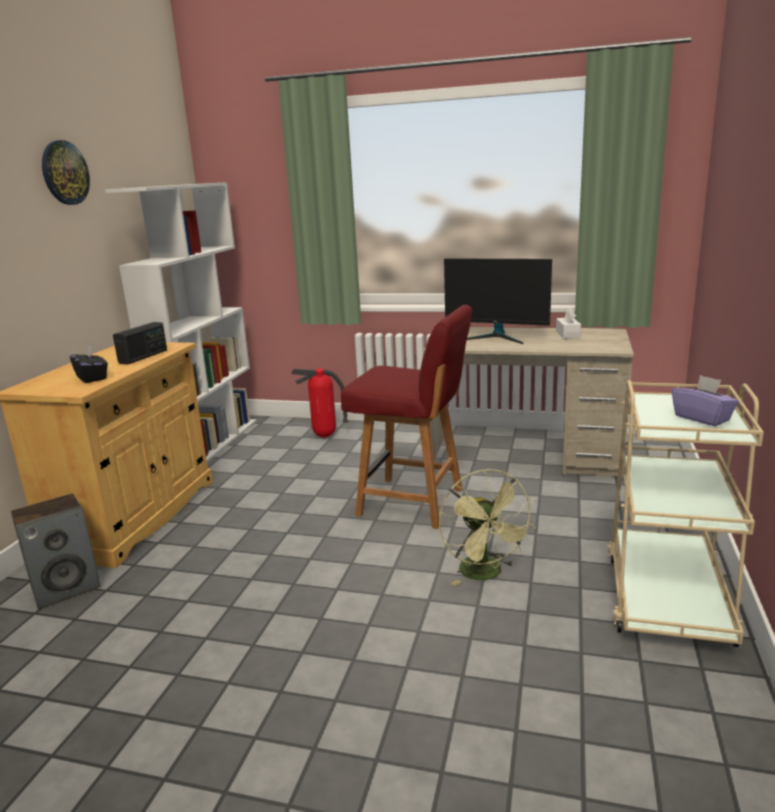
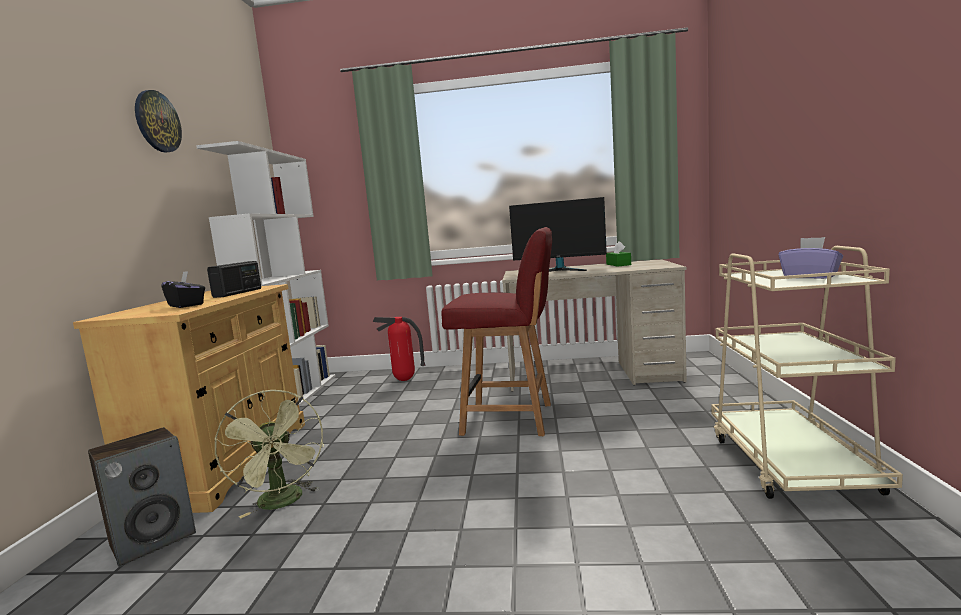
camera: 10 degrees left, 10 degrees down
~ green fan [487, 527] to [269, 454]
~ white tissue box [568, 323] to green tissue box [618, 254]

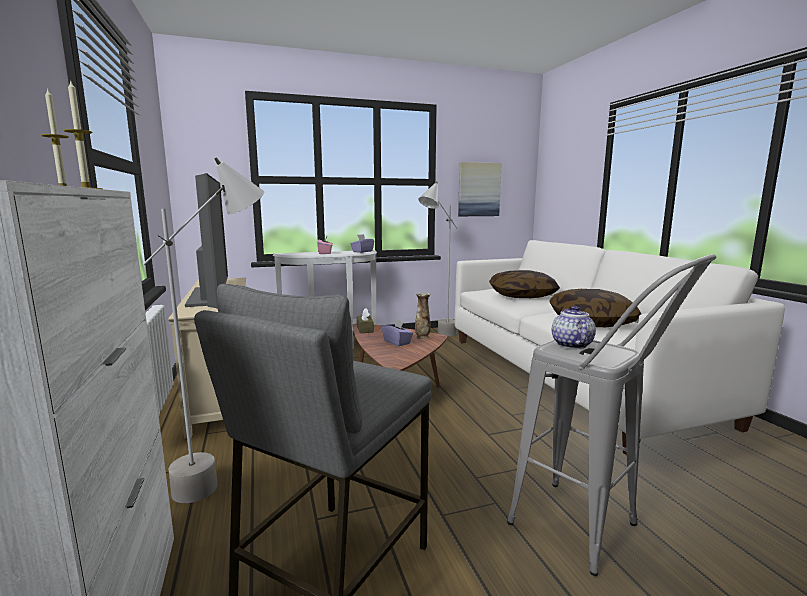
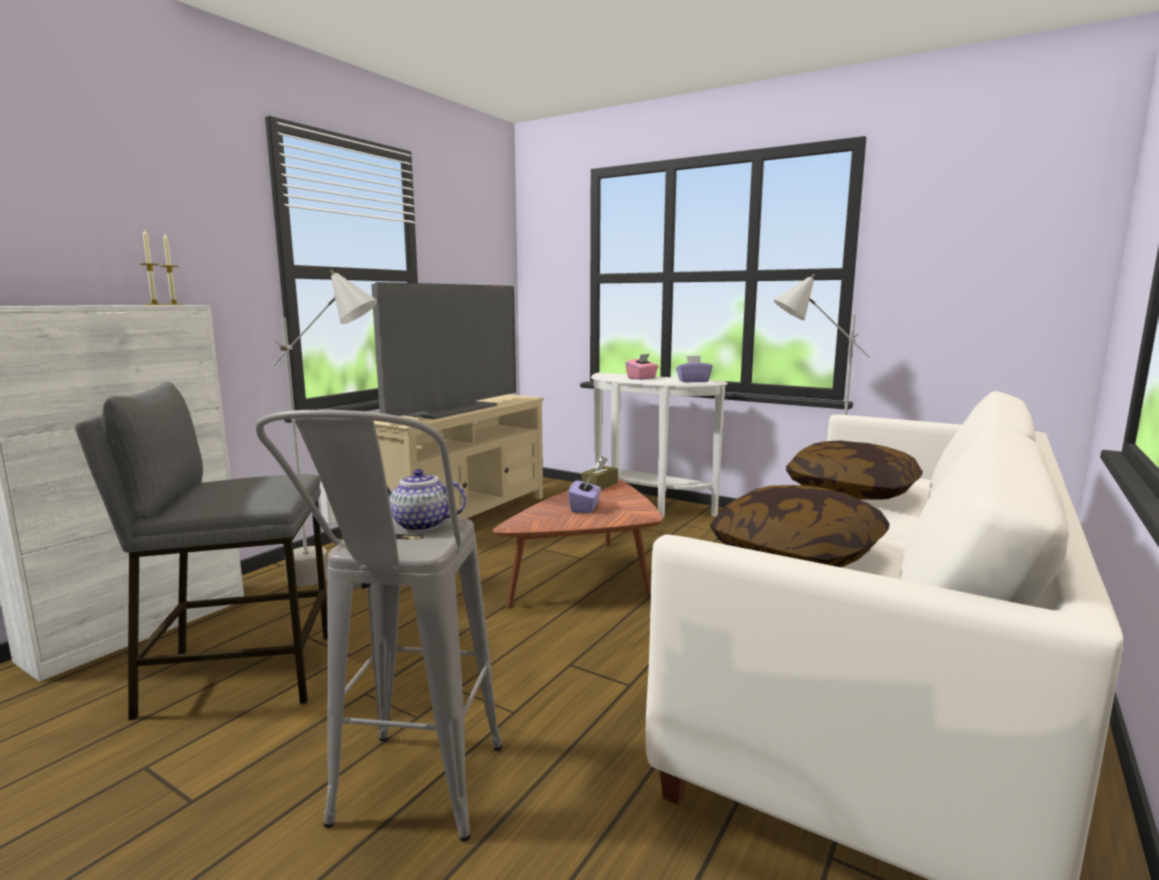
camera: 50 degrees right, 0 degrees up
- vase [423, 316]
- picture [480, 189]
~ teapot [574, 327] = [426, 500] 135 degrees counterclockwise

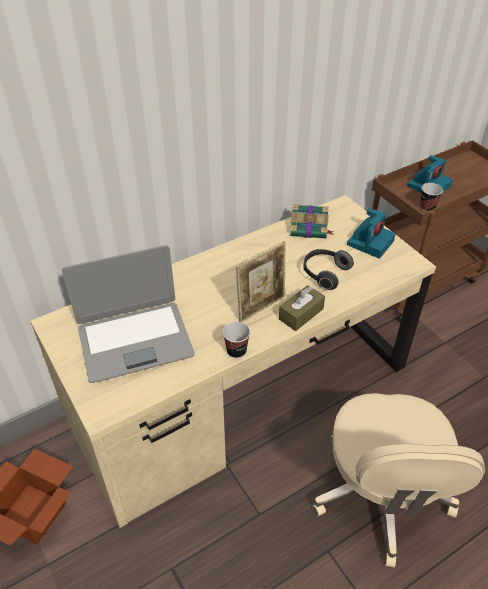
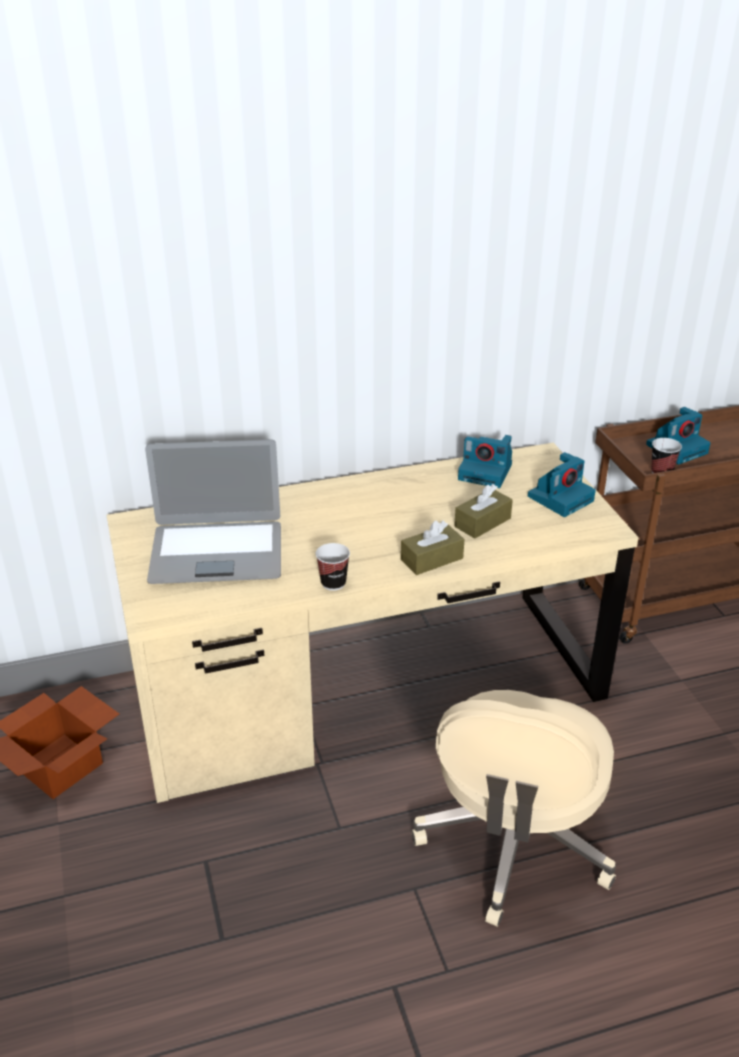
camera: 15 degrees right, 10 degrees down
- picture frame [261, 281]
~ book [312, 221] to photo camera [485, 461]
~ headphones [328, 269] to brown tissue box [483, 511]

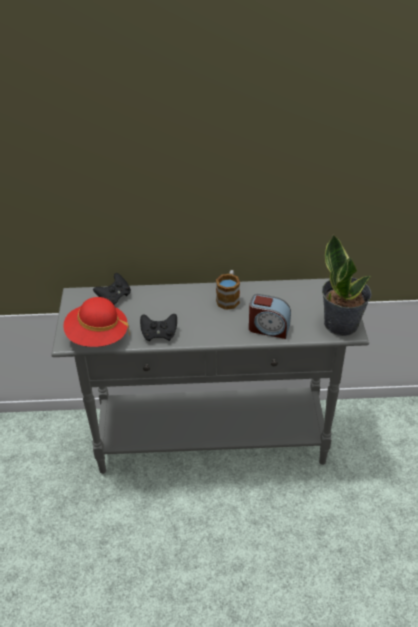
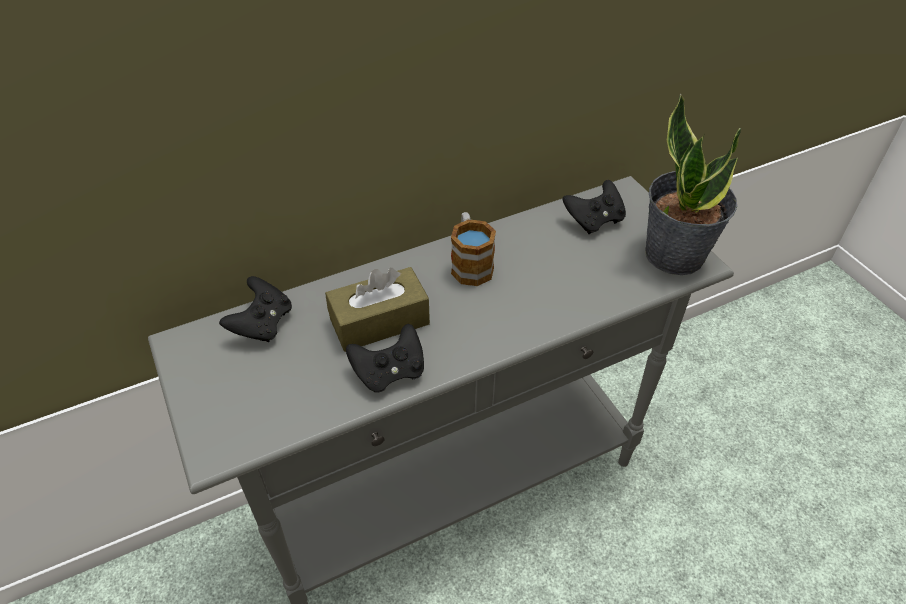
camera: 25 degrees left, 5 degrees up
- red hat [96, 322]
- alarm clock [270, 316]
+ brown tissue box [377, 309]
+ black game controller [594, 207]

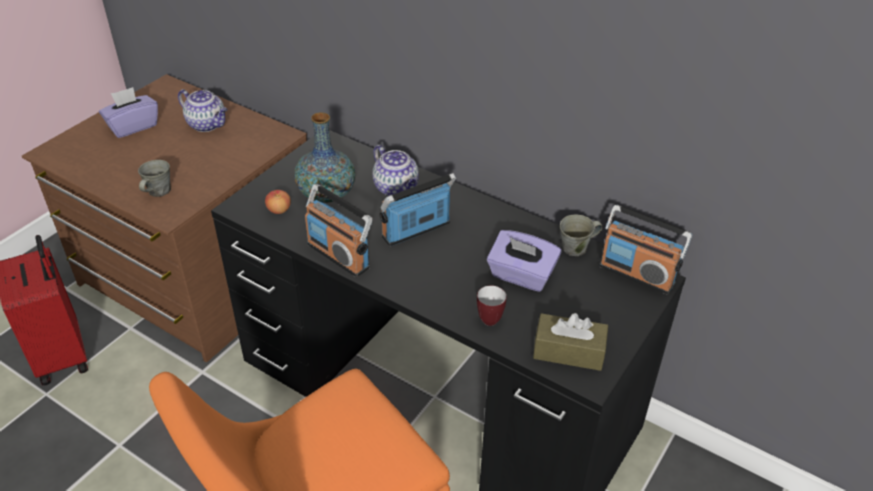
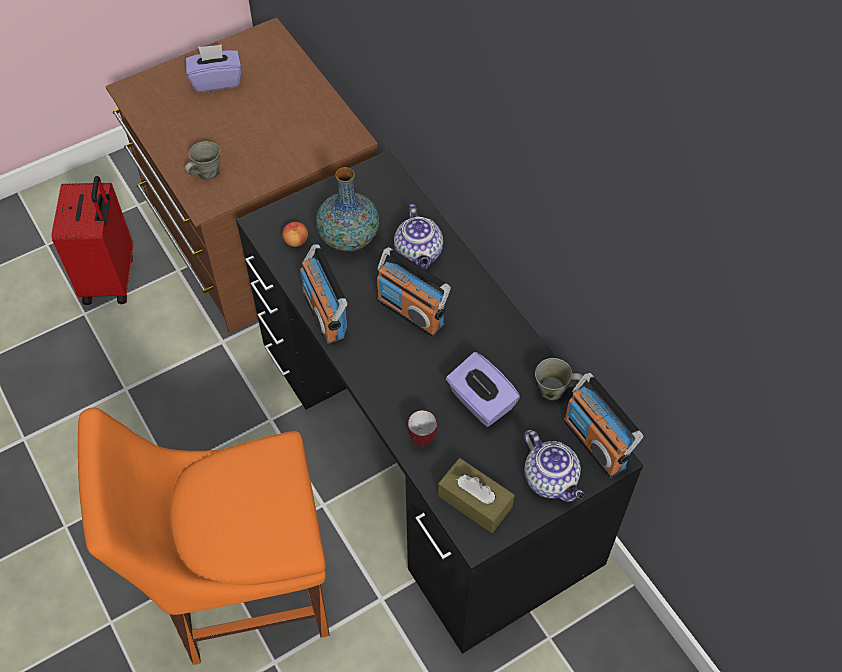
camera: 25 degrees right, 15 degrees up
~ teapot [203, 110] to [554, 466]
~ radio [418, 209] = [414, 292] 135 degrees counterclockwise

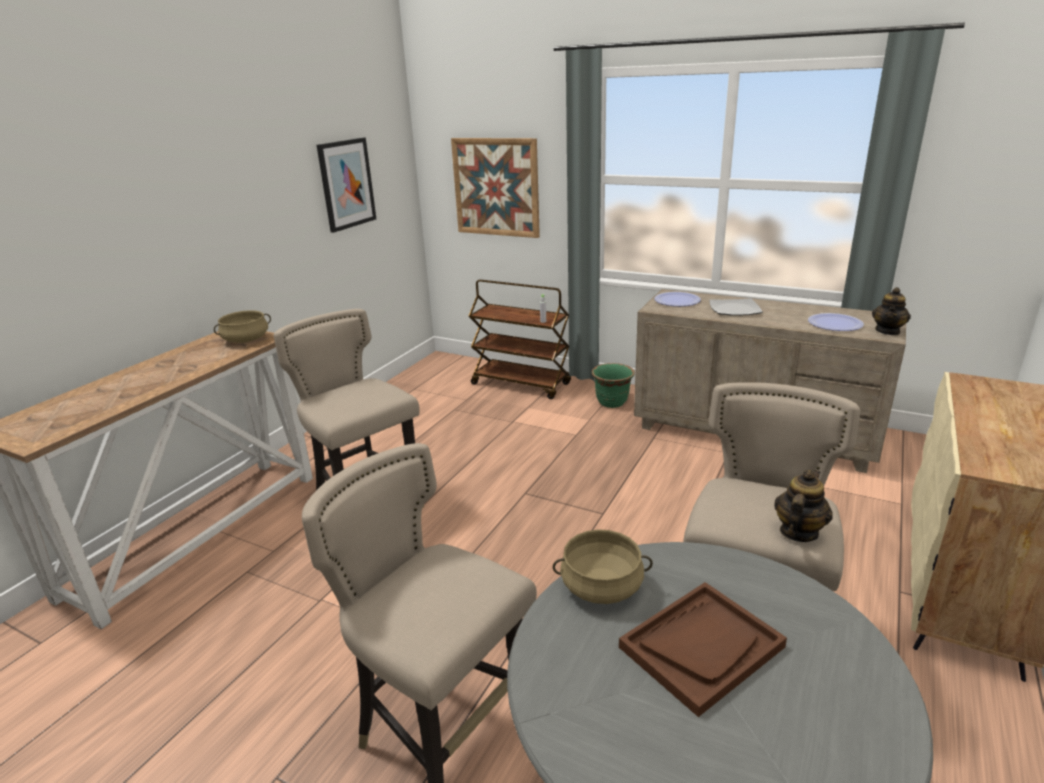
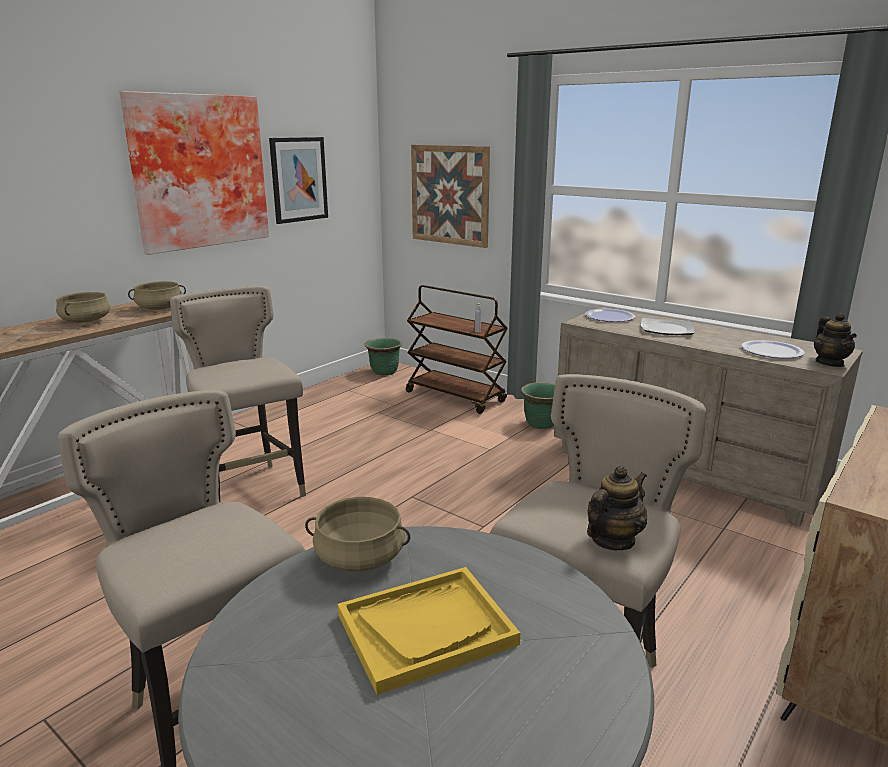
camera: 10 degrees right, 5 degrees down
~ brown tray [703, 649] to yellow tray [429, 631]
~ teapot [891, 311] = [835, 340] 45 degrees counterclockwise
+ beige cooking pot [83, 307]
+ picture [194, 173]
+ green planter [383, 356]

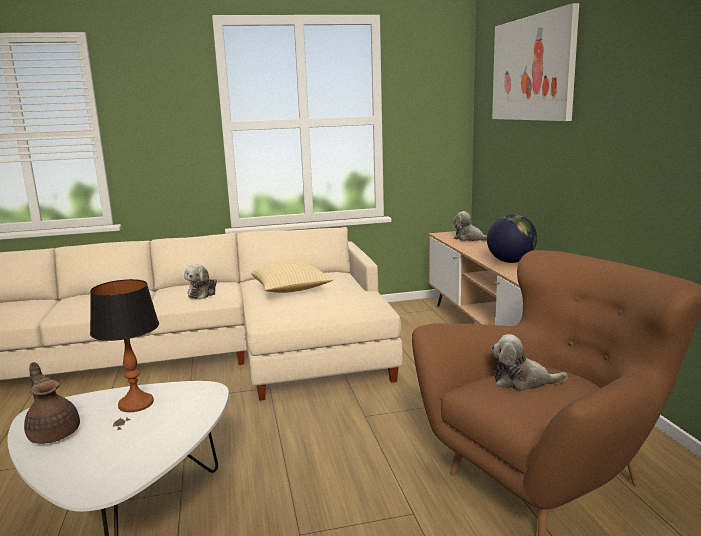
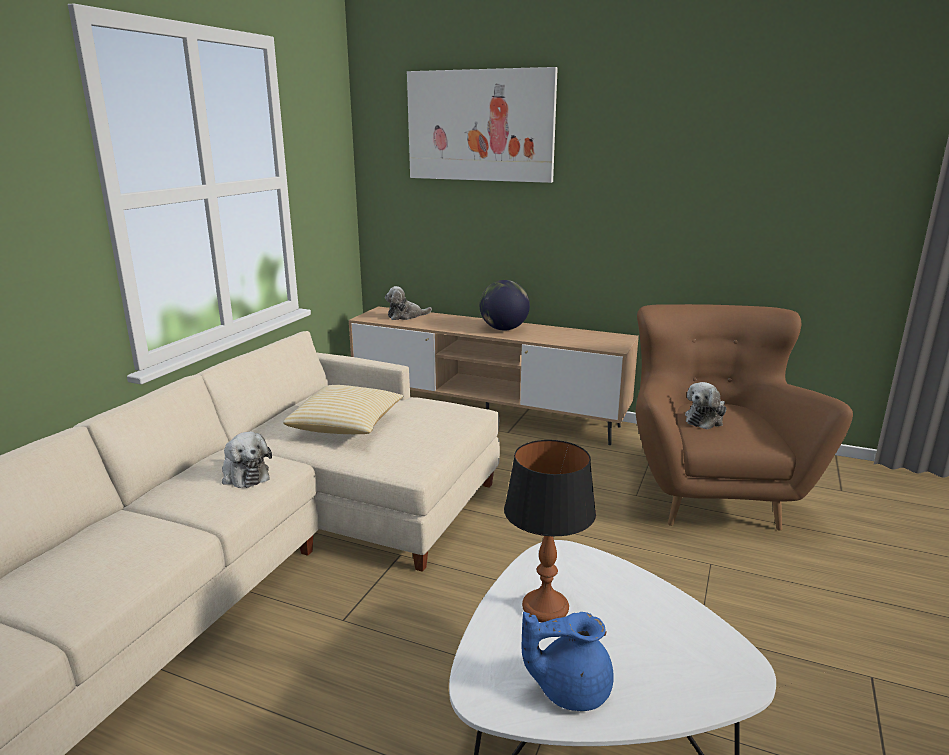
camera: 55 degrees left, 5 degrees up
~ brown teapot [52, 403] to blue teapot [568, 661]

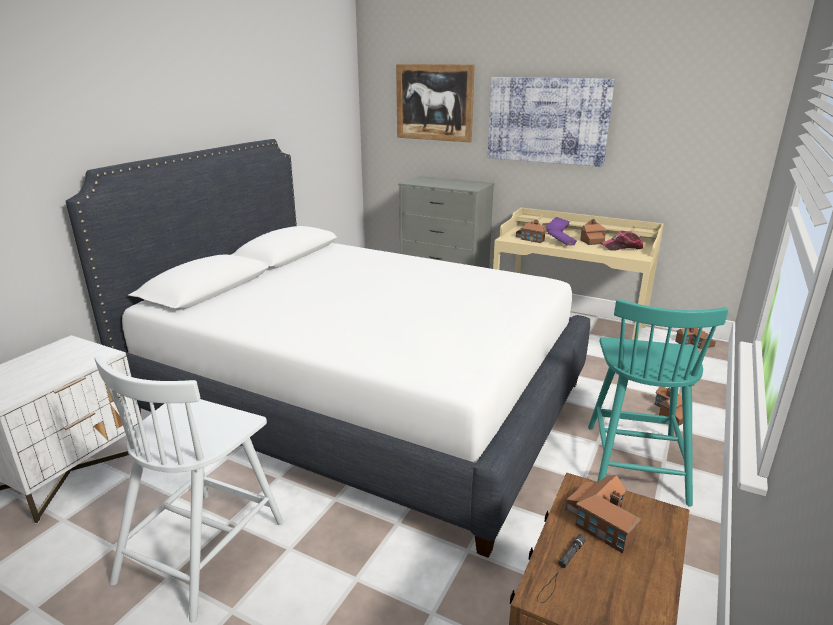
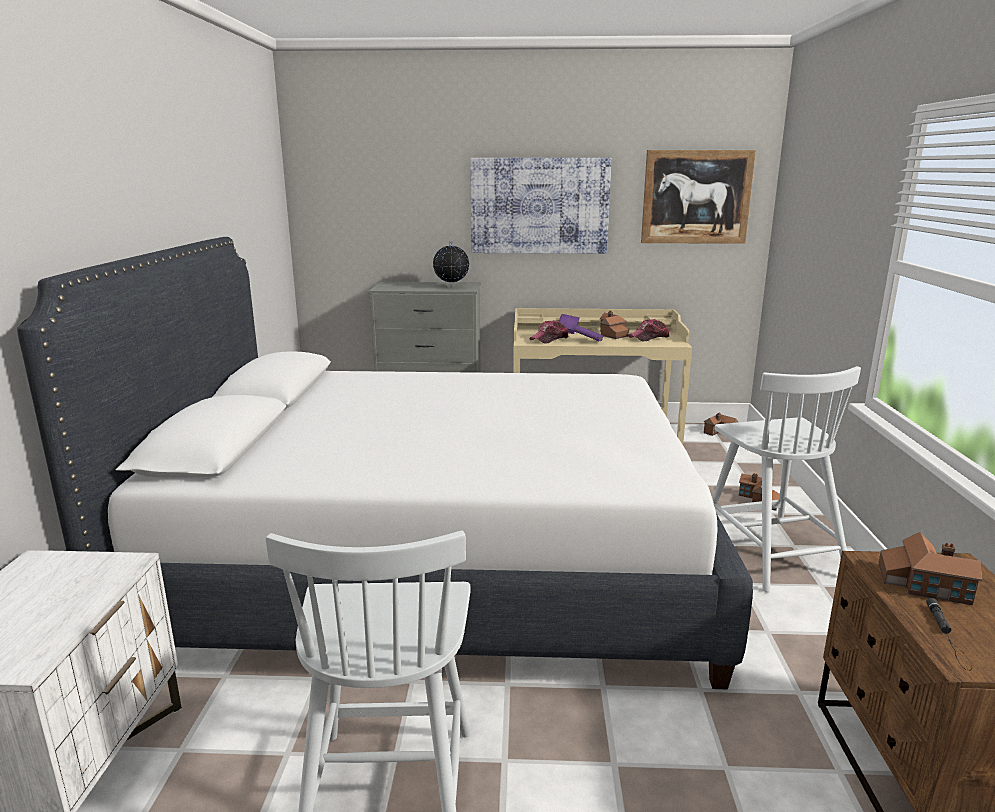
camera: 25 degrees left, 5 degrees down
~ picture [435, 103] to [698, 197]
~ toy house [531, 231] to cap [549, 332]
~ turquoise chair [658, 403] to white chair [786, 479]
+ globe [451, 264]

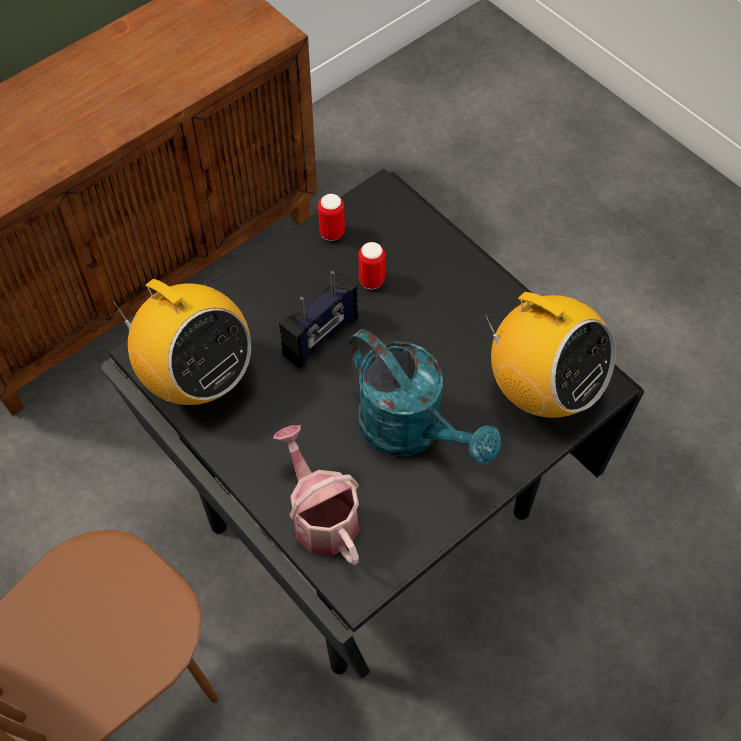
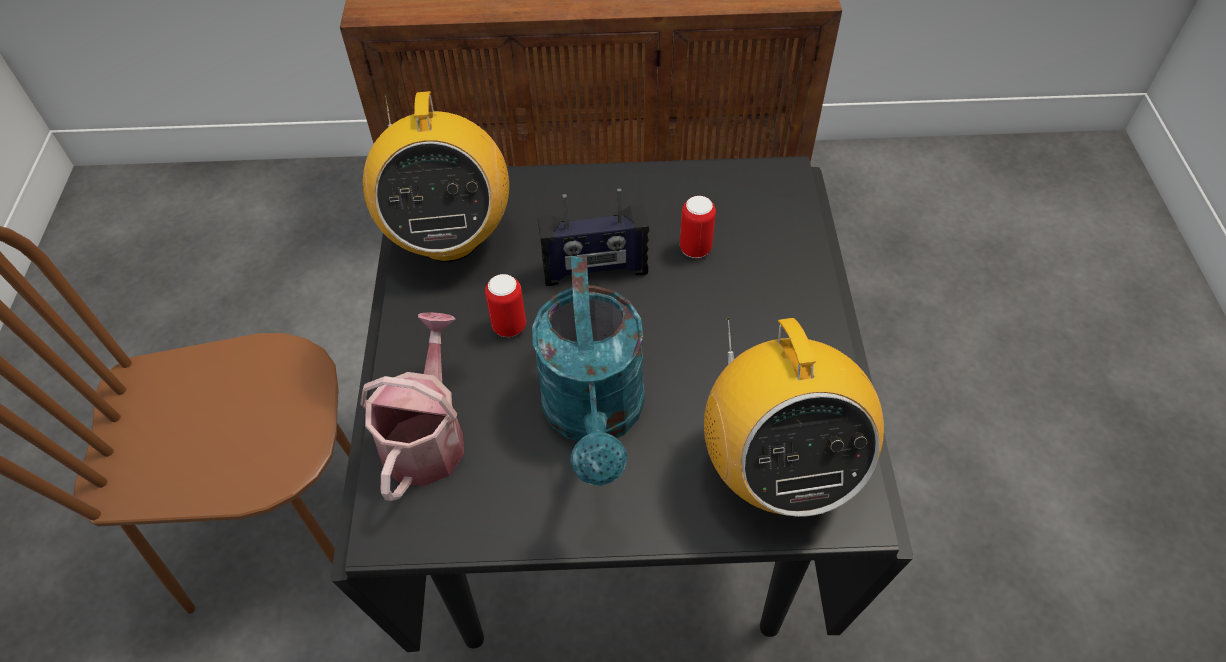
camera: 40 degrees right, 5 degrees down
~ can [331, 217] to [505, 305]

